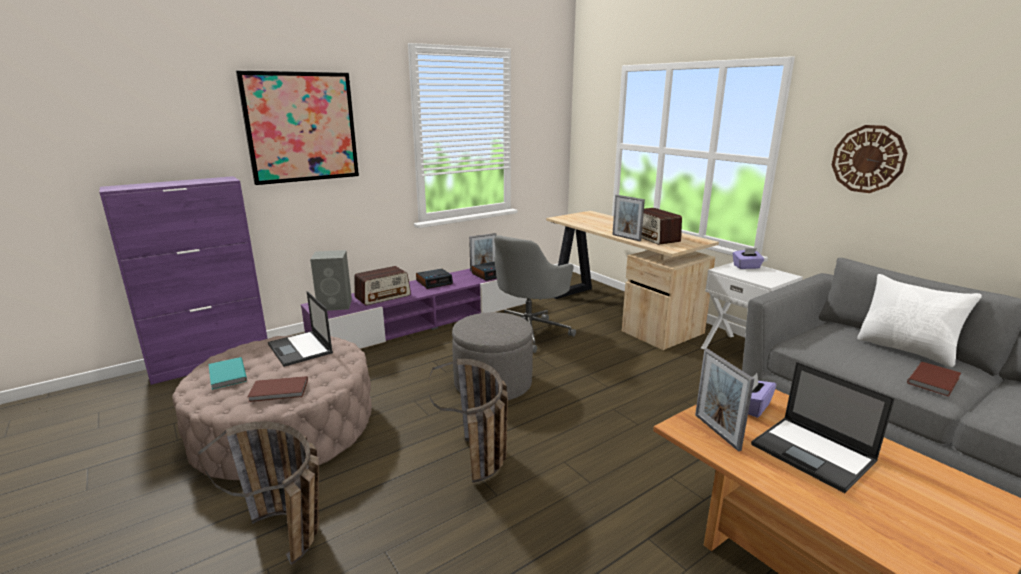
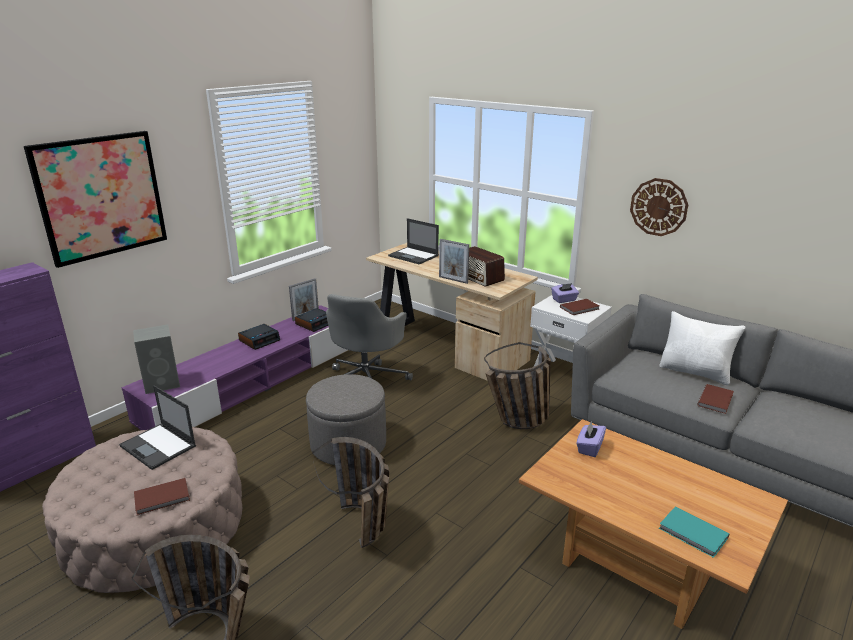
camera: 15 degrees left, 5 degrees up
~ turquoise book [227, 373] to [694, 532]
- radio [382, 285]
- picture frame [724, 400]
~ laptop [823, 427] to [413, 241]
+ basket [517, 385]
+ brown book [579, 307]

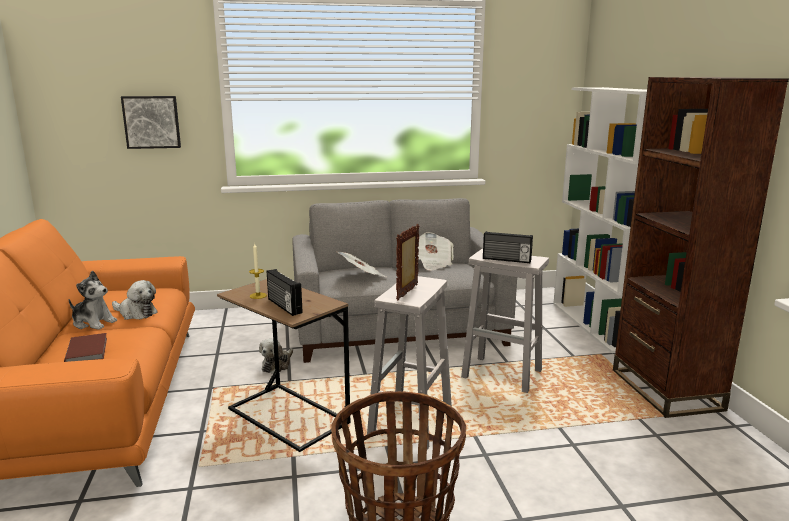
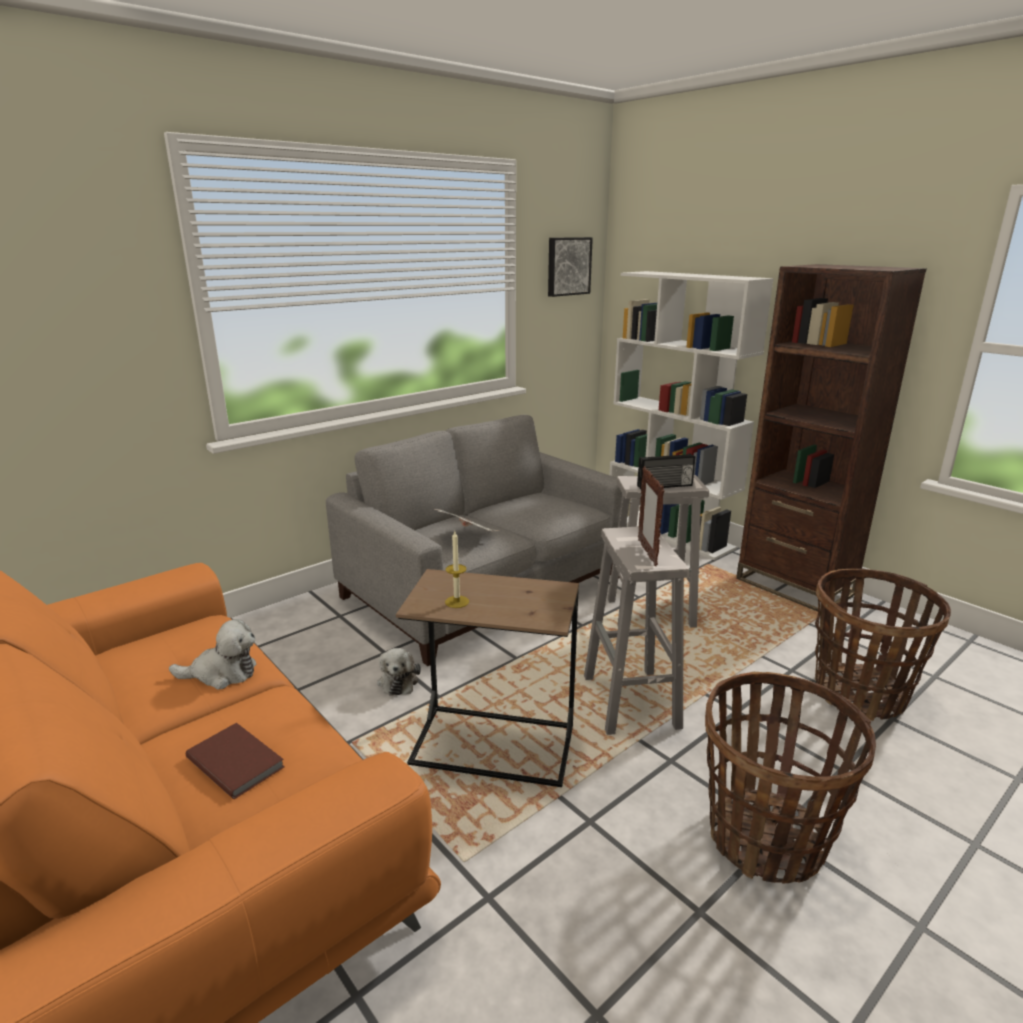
camera: 30 degrees left, 5 degrees up
- plush toy [93, 300]
~ picture [151, 122] to [570, 267]
- radio [284, 292]
- newspaper [436, 251]
+ basket [883, 645]

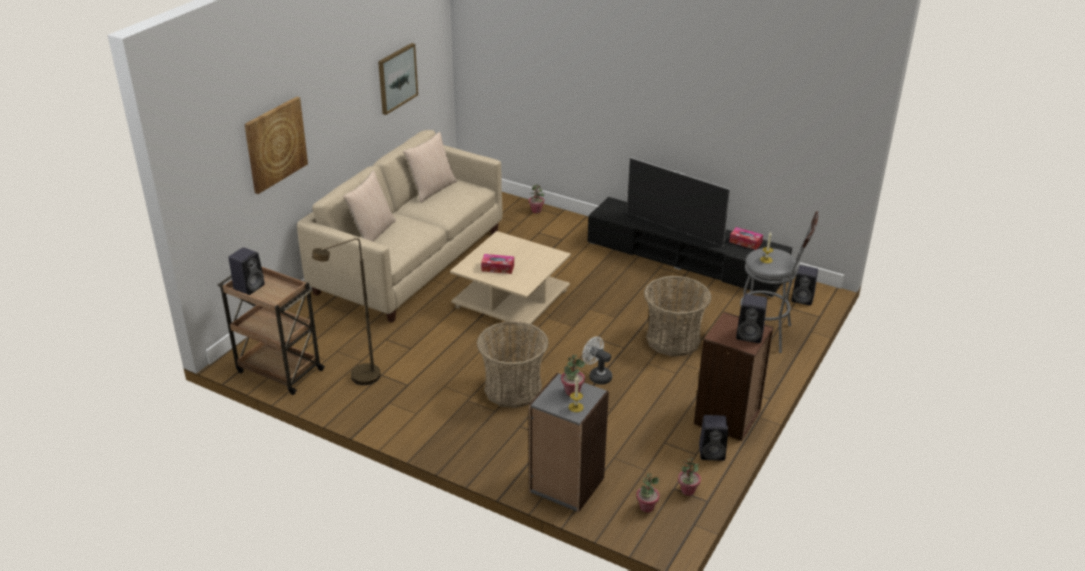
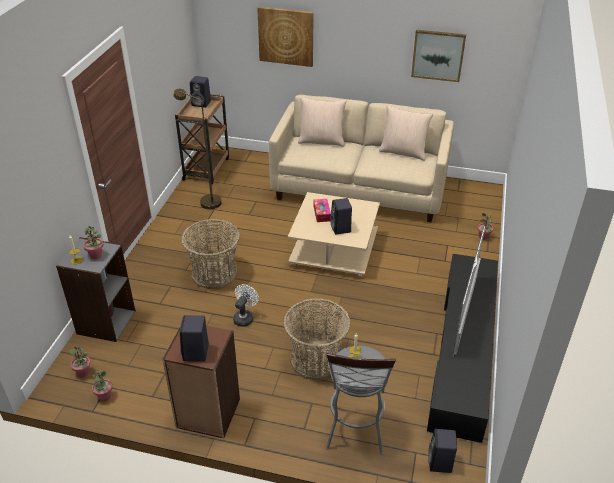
camera: 75 degrees right, 5 degrees up
~ black speaker [713, 438] to [341, 216]
- tissue box [746, 238]

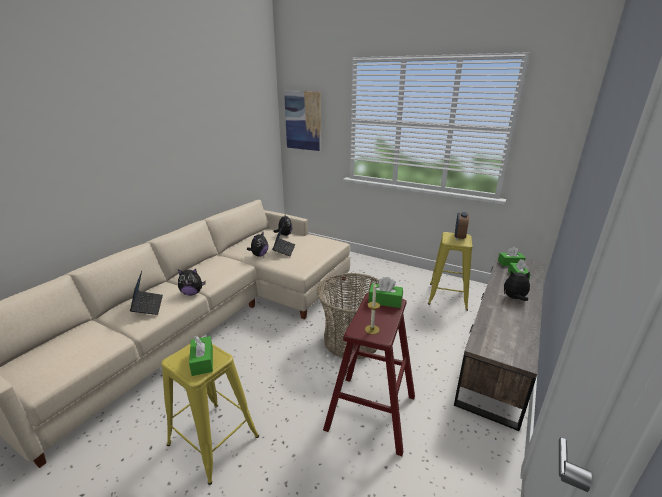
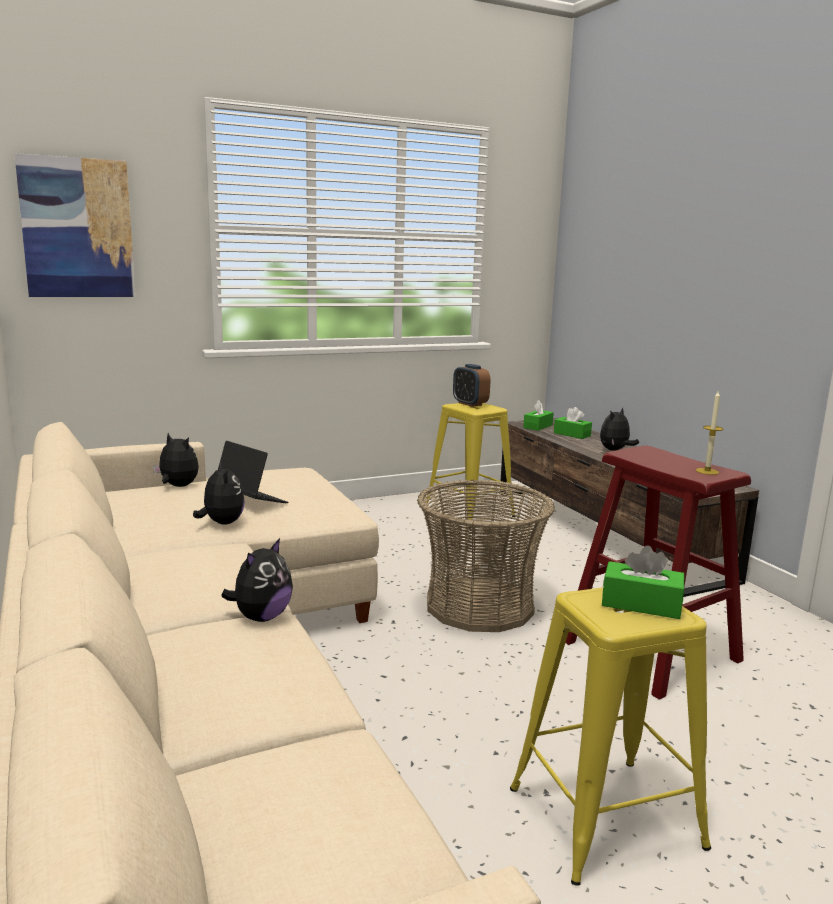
camera: 55 degrees left, 10 degrees down
- laptop [146, 293]
- green tissue box [385, 292]

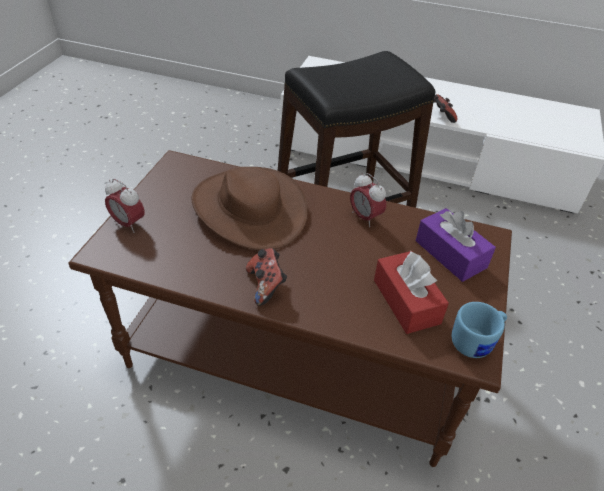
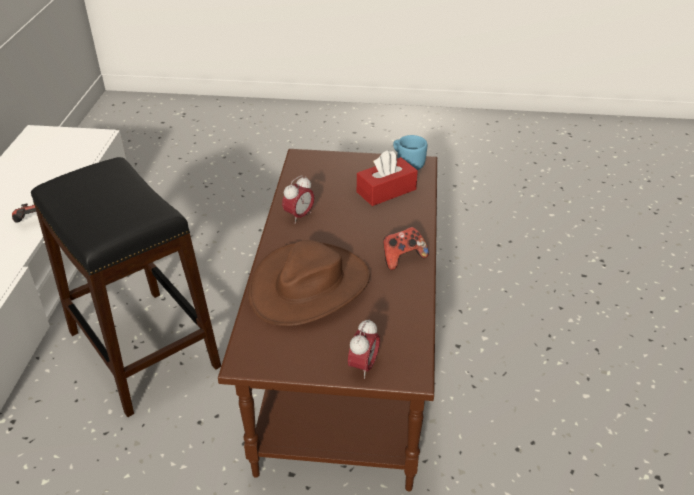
camera: 100 degrees left, 5 degrees down
- purple tissue box [456, 245]

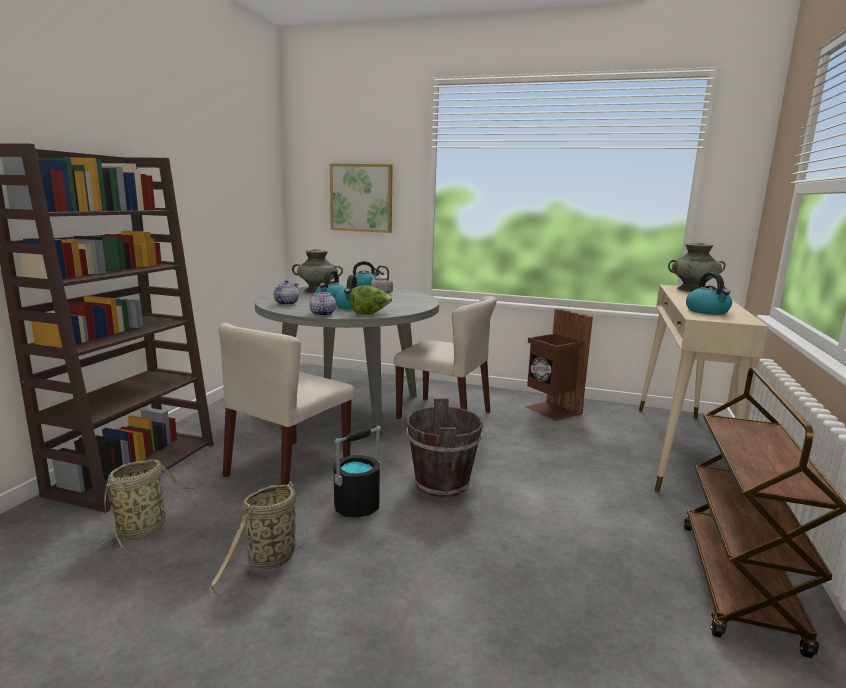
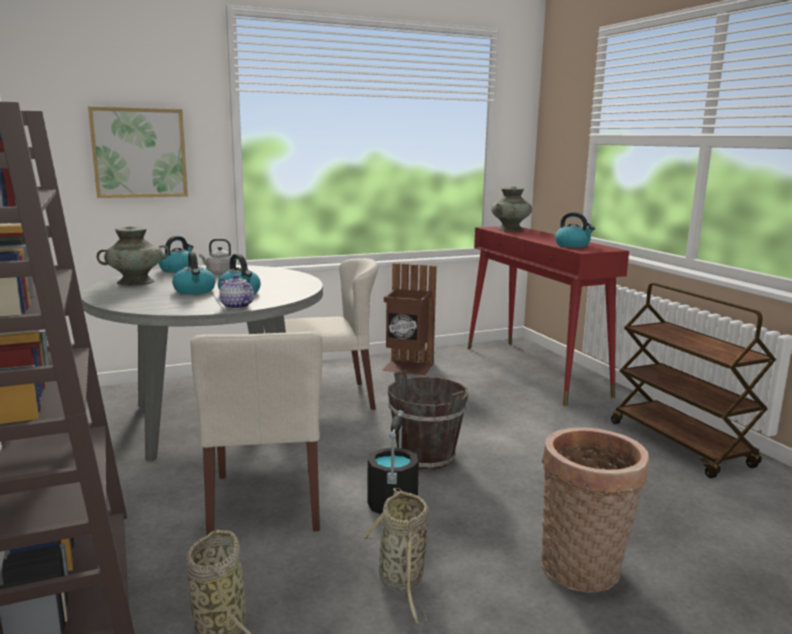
camera: 40 degrees left, 0 degrees up
- teapot [286, 292]
- lettuce [371, 300]
~ beige console table [703, 388] to red console table [548, 316]
+ basket [595, 509]

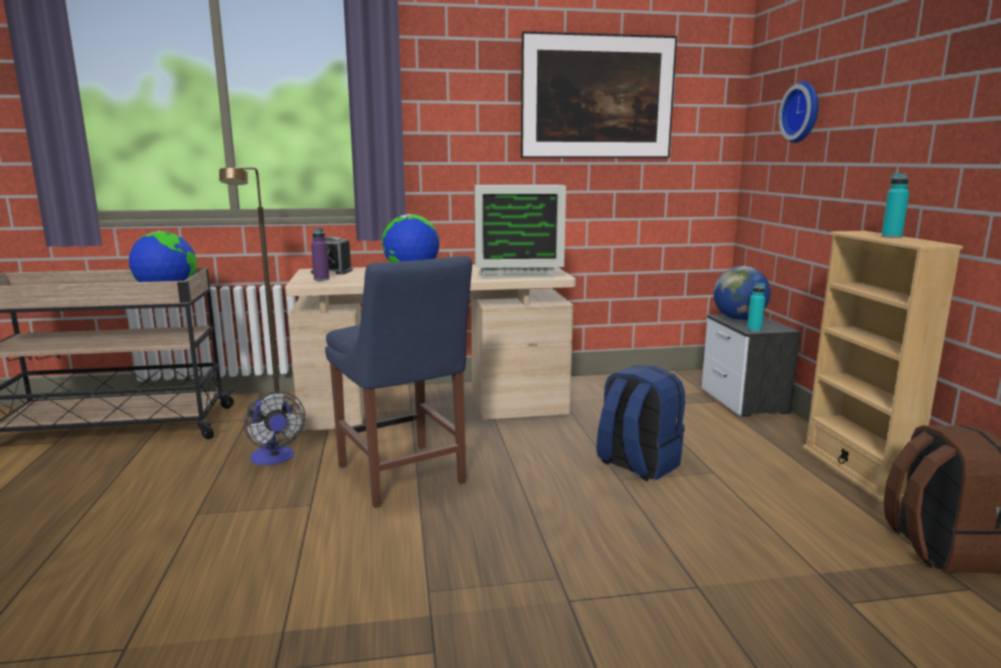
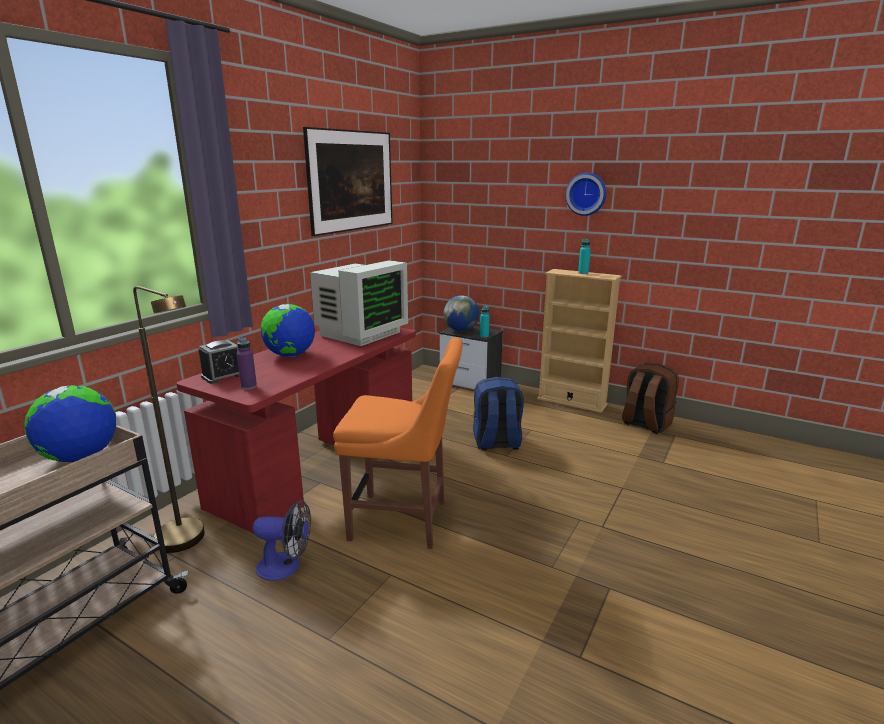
camera: 50 degrees left, 5 degrees up
~ beige desk [430, 348] to red desk [296, 430]
~ blue chair [398, 382] to orange chair [397, 443]
~ wall clock [798, 112] to [585, 194]

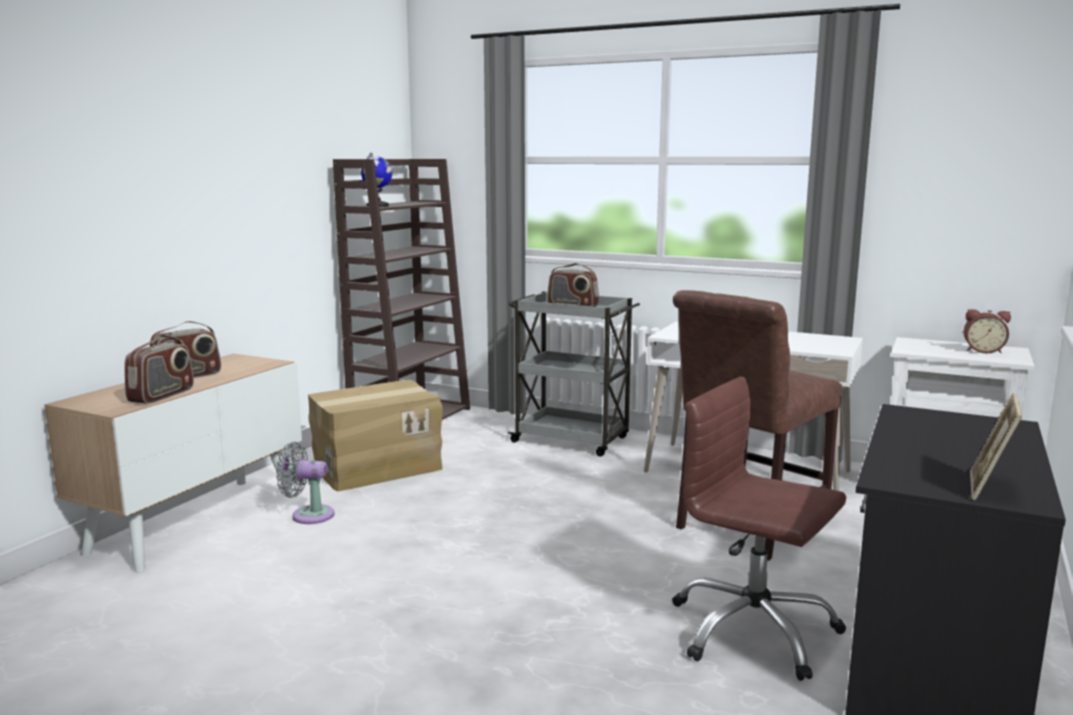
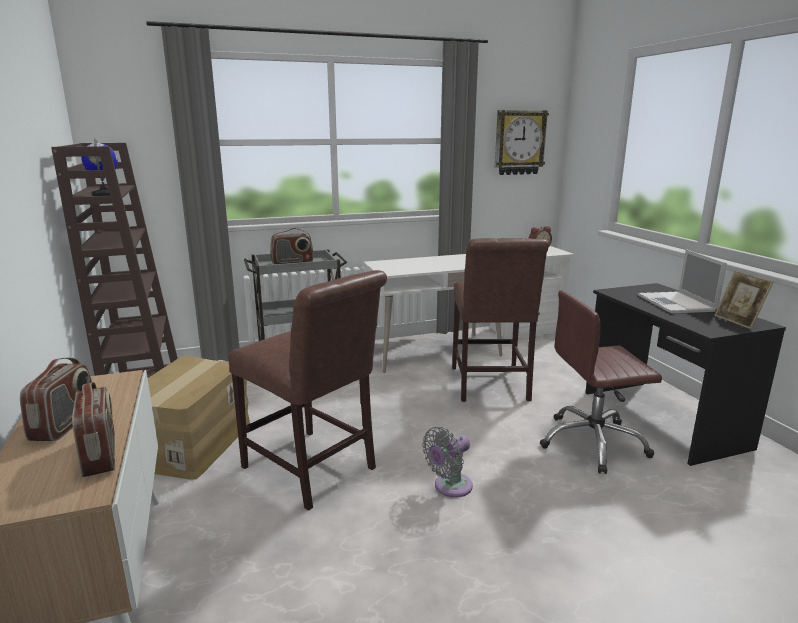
camera: 45 degrees left, 5 degrees up
~ grey fan [305, 483] to [447, 462]
+ brown chair [307, 390]
+ wall clock [522, 142]
+ laptop [682, 281]

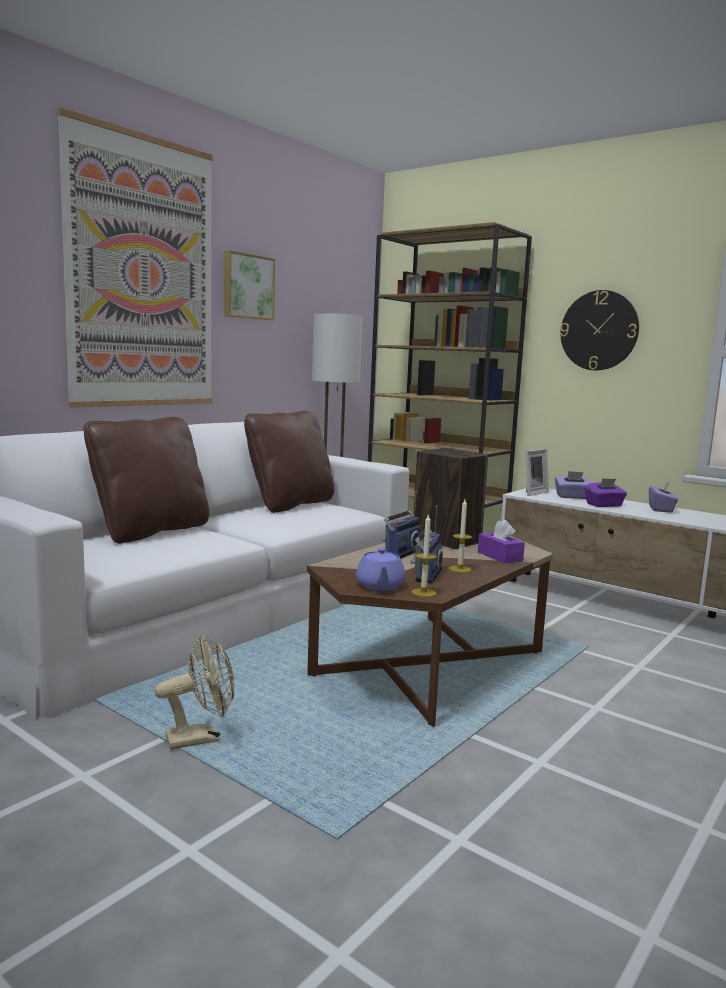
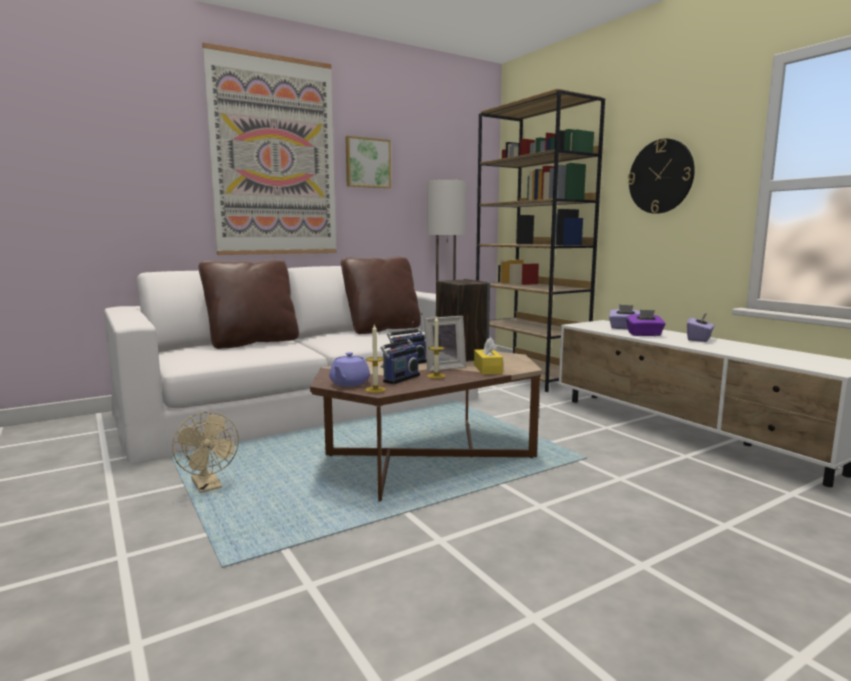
camera: 20 degrees right, 0 degrees up
~ beige fan [194, 692] = [205, 452] 60 degrees clockwise
~ purple tissue box [501, 541] to yellow tissue box [488, 355]
~ picture frame [537, 472] to [445, 343]

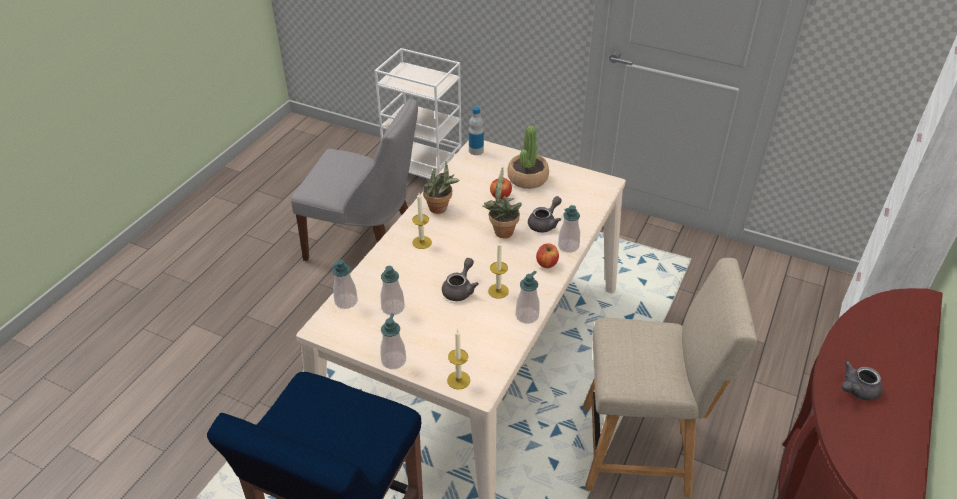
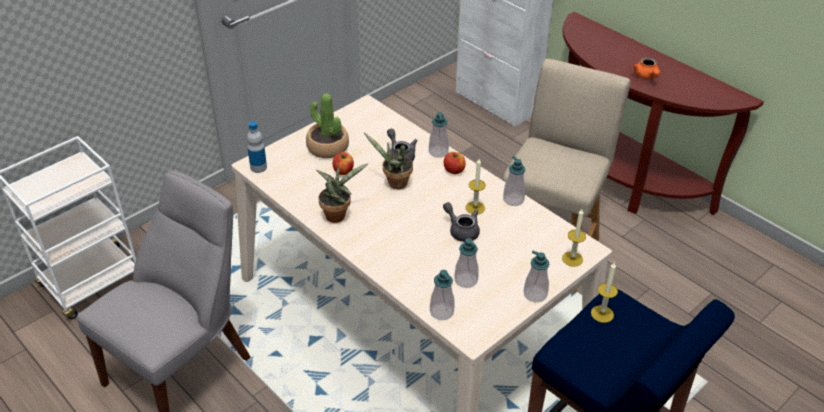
camera: 70 degrees left, 0 degrees up
~ candle [422, 221] to [604, 293]
~ grey teapot [862, 381] to orange teapot [646, 68]

